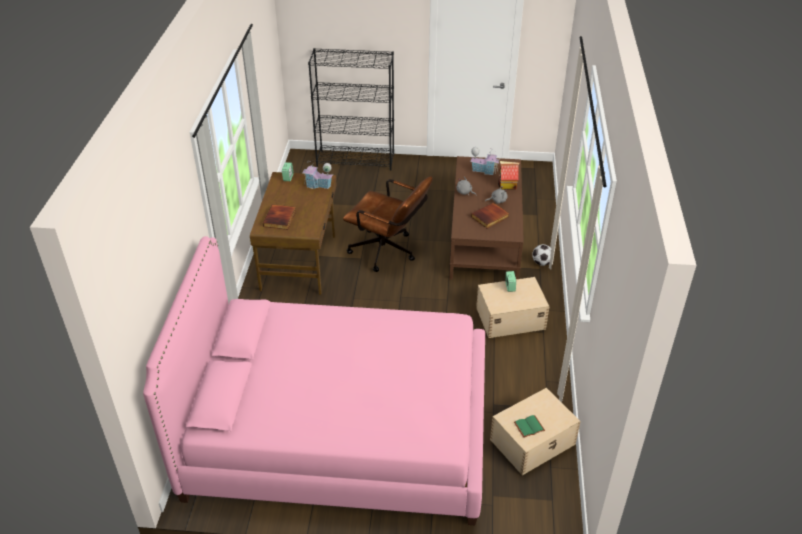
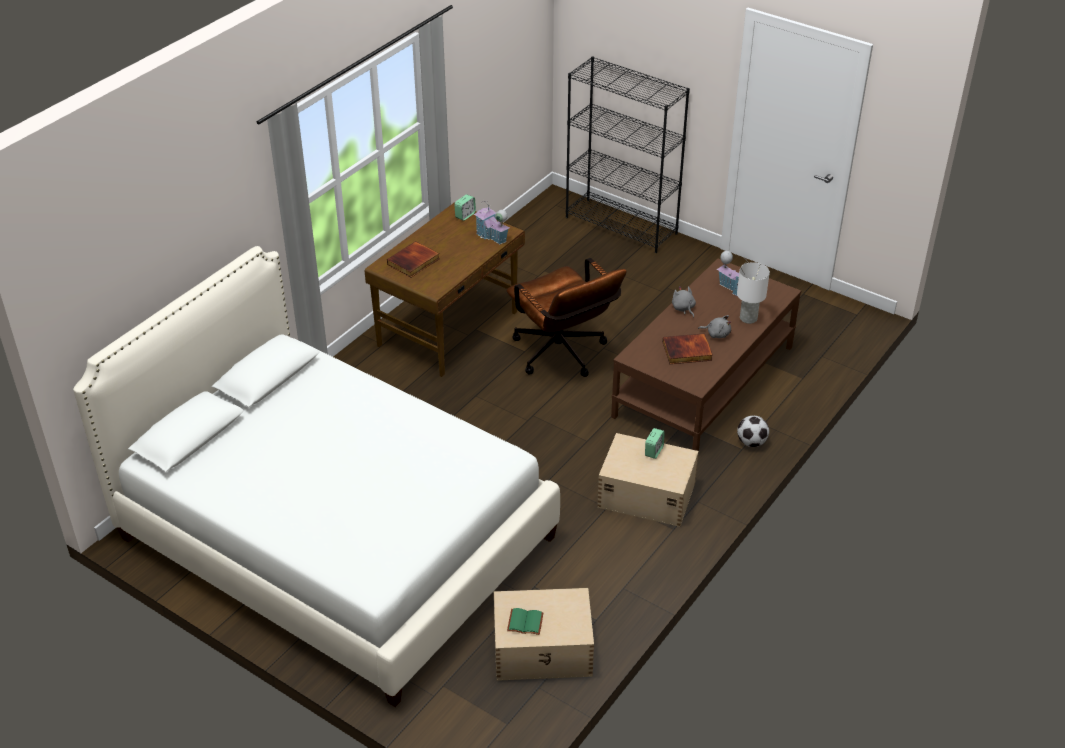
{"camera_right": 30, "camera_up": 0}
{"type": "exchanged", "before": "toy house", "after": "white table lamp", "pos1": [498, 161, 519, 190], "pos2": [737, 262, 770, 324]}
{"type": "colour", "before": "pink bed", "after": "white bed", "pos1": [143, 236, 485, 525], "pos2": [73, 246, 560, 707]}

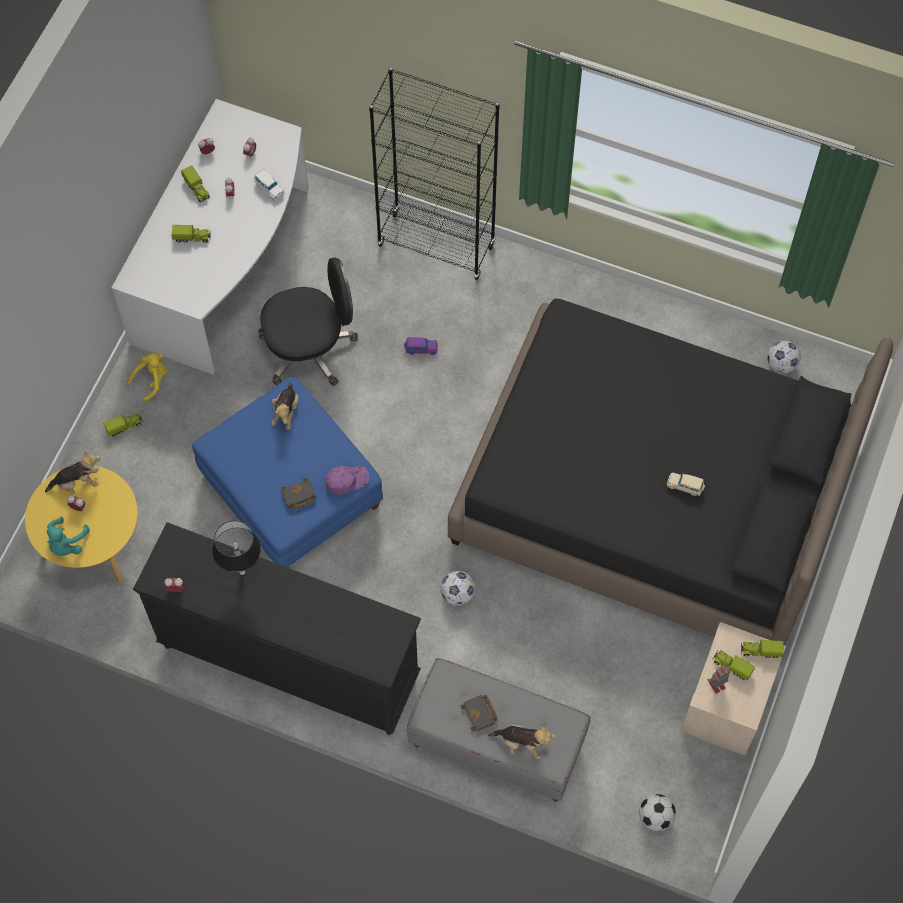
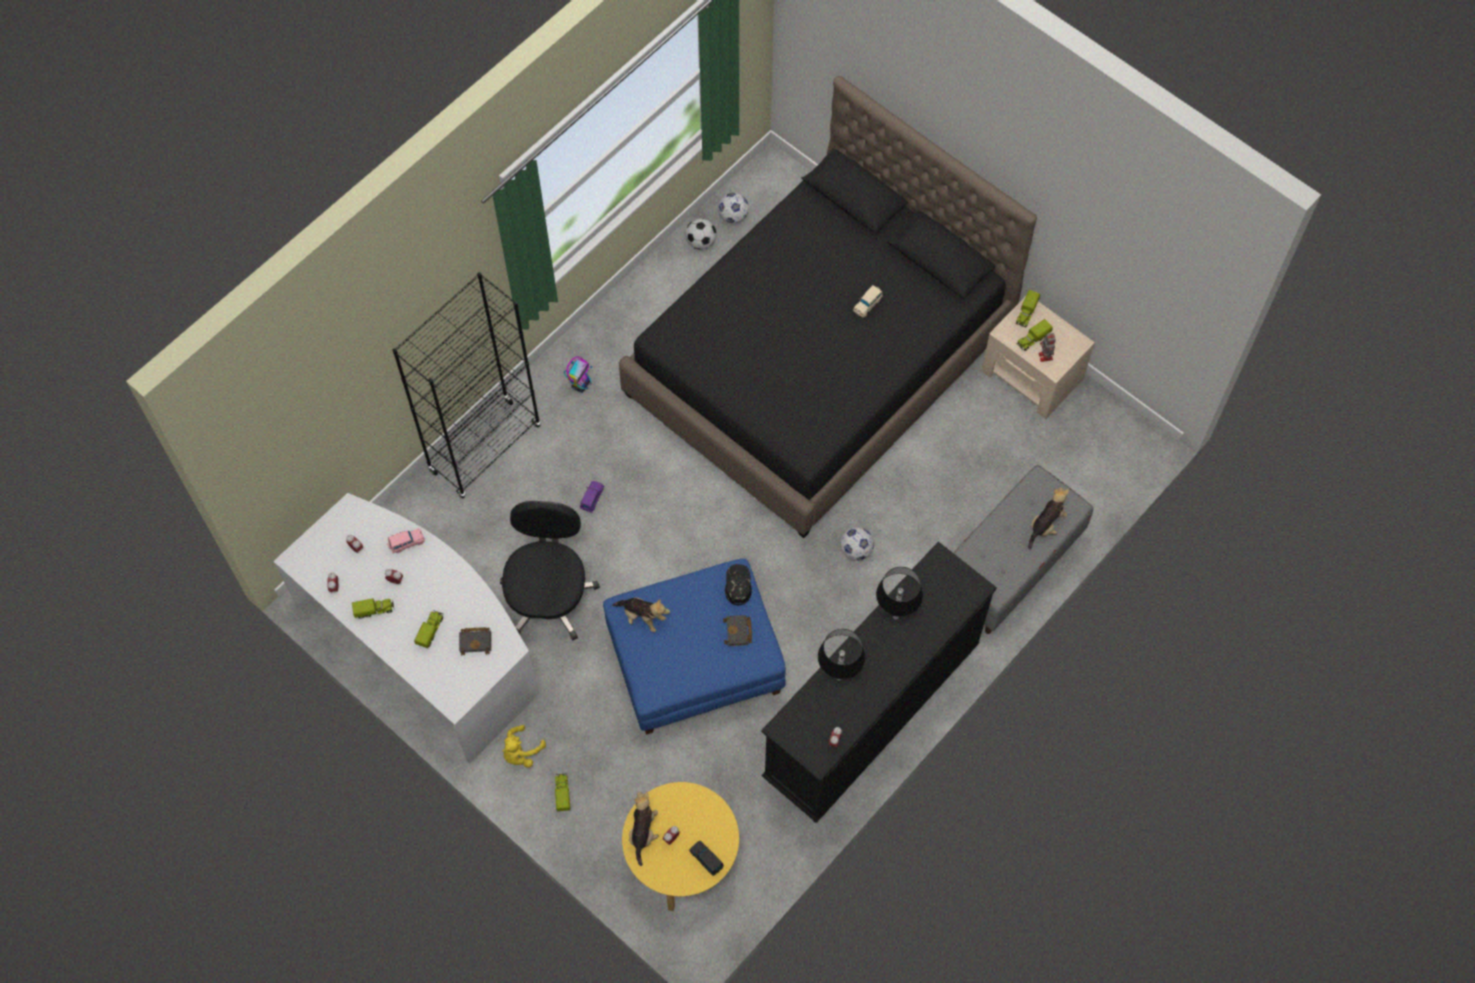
{"camera_right": -70, "camera_up": 0}
{"type": "colour", "before": "white toy car", "after": "pink toy car", "pos1": [254, 169, 285, 201], "pos2": [387, 529, 425, 554]}
{"type": "spun", "before": "yellow plush toy", "pos1": [127, 352, 167, 402], "pos2": [502, 725, 546, 768], "turn": -120}
{"type": "colour", "before": "purple cap", "after": "black cap", "pos1": [325, 466, 369, 495], "pos2": [725, 564, 752, 605]}
{"type": "exchanged", "before": "turquoise plush toy", "after": "black toy car", "pos1": [47, 516, 90, 556], "pos2": [689, 841, 724, 876]}
{"type": "relocated", "before": "black book", "pos1": [460, 695, 498, 732], "pos2": [459, 627, 491, 655]}
{"type": "relocated", "before": "football", "pos1": [639, 794, 676, 831], "pos2": [685, 218, 716, 250]}
{"type": "appeared", "after": "toy robot", "pos2": [564, 357, 592, 393]}
{"type": "appeared", "after": "black table lamp", "pos2": [876, 567, 923, 620]}

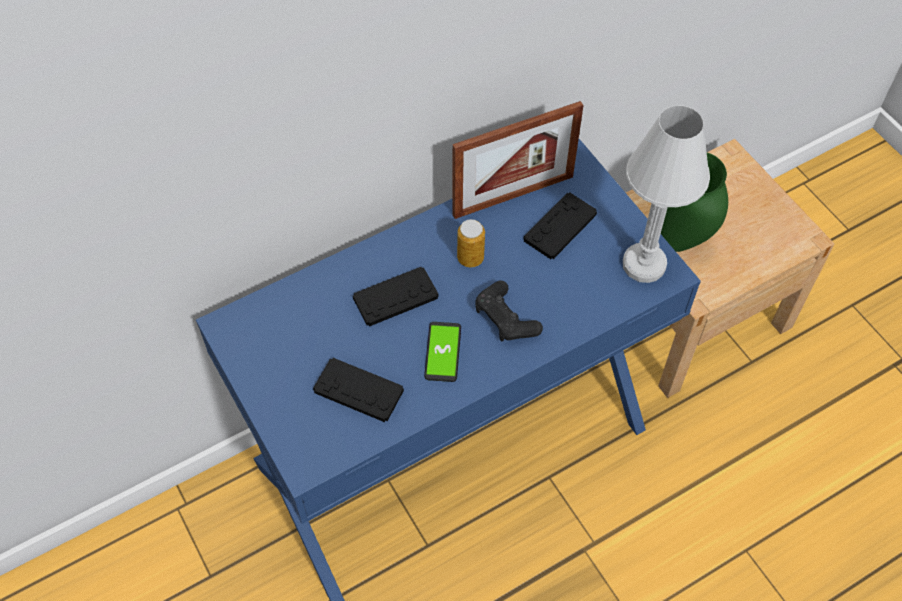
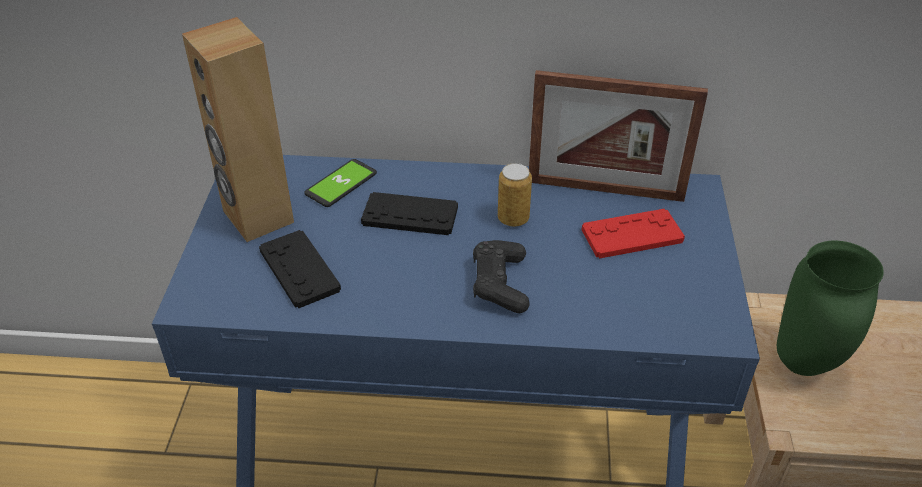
{"camera_right": 35, "camera_up": -15}
{"type": "missing", "before": "white table lamp", "pos1": [623, 105, 710, 283]}
{"type": "colour", "before": "black game controller", "after": "red game controller", "pos1": [524, 193, 597, 259], "pos2": [582, 209, 685, 259]}
{"type": "relocated", "before": "phone", "pos1": [424, 322, 461, 382], "pos2": [304, 159, 377, 207]}
{"type": "appeared", "after": "brown speaker", "pos2": [182, 17, 294, 242]}

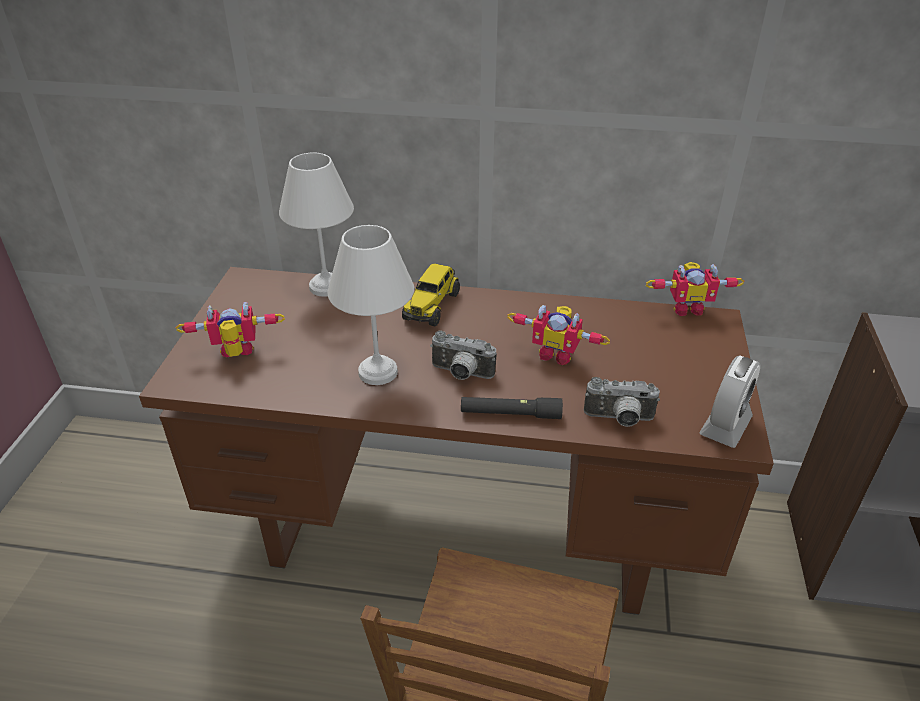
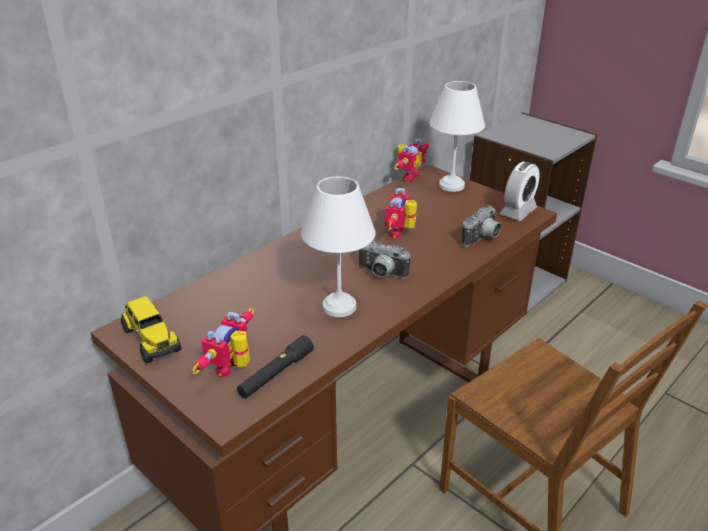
{"camera_right": -55, "camera_up": -5}
{"type": "relocated", "before": "white table lamp", "pos1": [279, 153, 354, 297], "pos2": [430, 81, 485, 192]}
{"type": "relocated", "before": "toy truck", "pos1": [402, 264, 460, 326], "pos2": [121, 296, 181, 364]}
{"type": "spun", "before": "toy robot", "pos1": [507, 305, 610, 365], "pos2": [385, 188, 417, 239], "turn": 135}
{"type": "spun", "before": "photo camera", "pos1": [430, 331, 497, 380], "pos2": [357, 241, 410, 279], "turn": 60}
{"type": "spun", "before": "alarm clock", "pos1": [699, 355, 760, 448], "pos2": [500, 162, 540, 221], "turn": 60}
{"type": "relocated", "before": "black flashlight", "pos1": [461, 397, 563, 419], "pos2": [237, 335, 314, 398]}

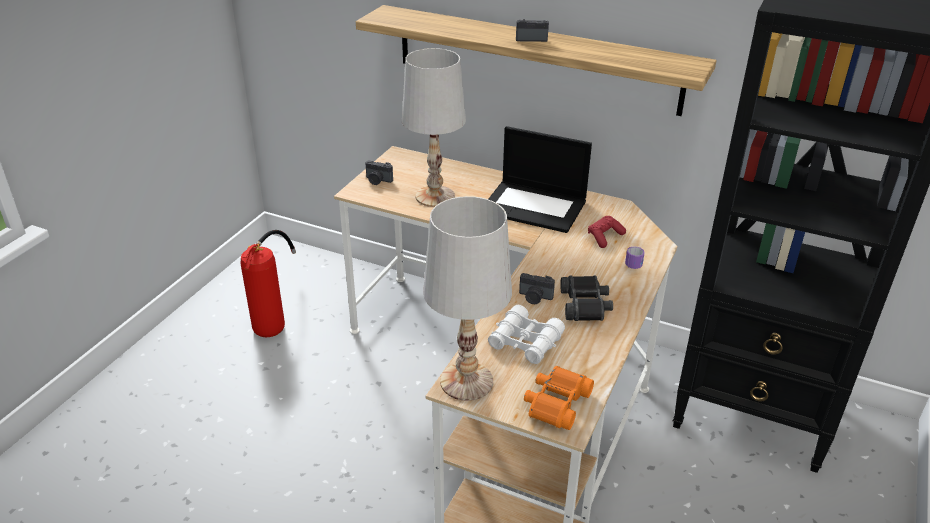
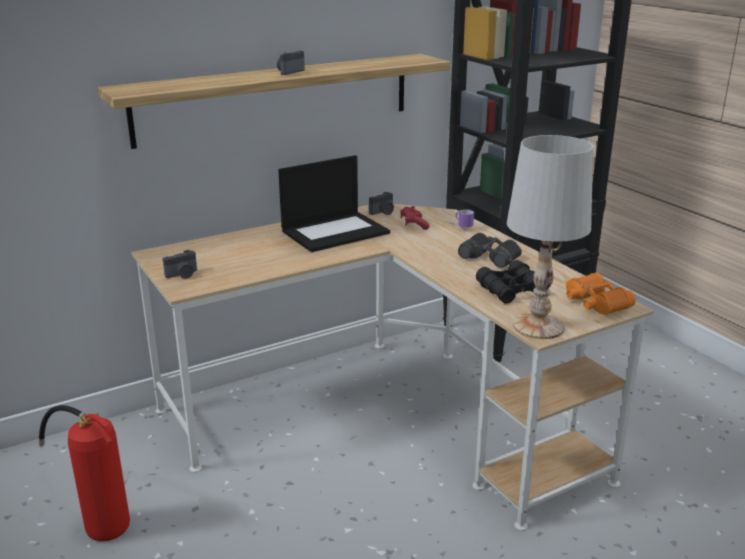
{"camera_right": -55, "camera_up": -10}
{"type": "missing", "before": "white table lamp", "pos1": [402, 48, 466, 207]}
{"type": "relocated", "before": "photo camera", "pos1": [519, 273, 555, 304], "pos2": [369, 192, 394, 215]}
{"type": "colour", "before": "white binoculars", "after": "black binoculars", "pos1": [488, 305, 565, 364], "pos2": [476, 260, 536, 304]}

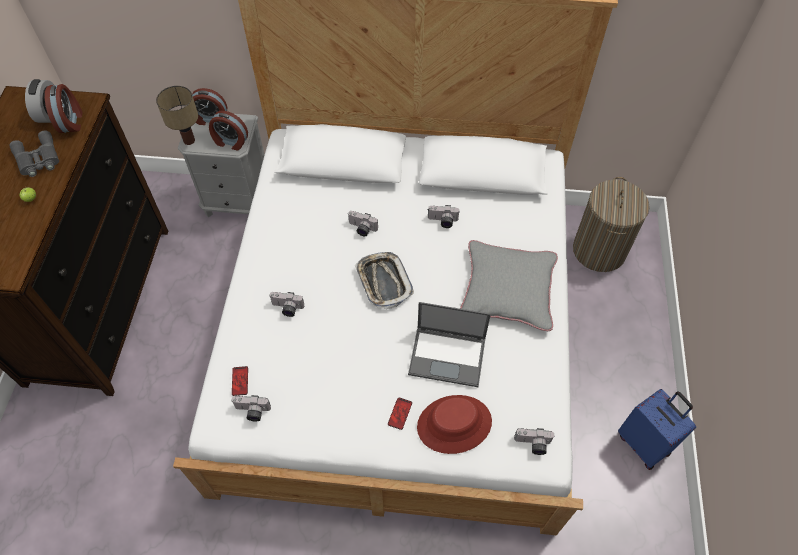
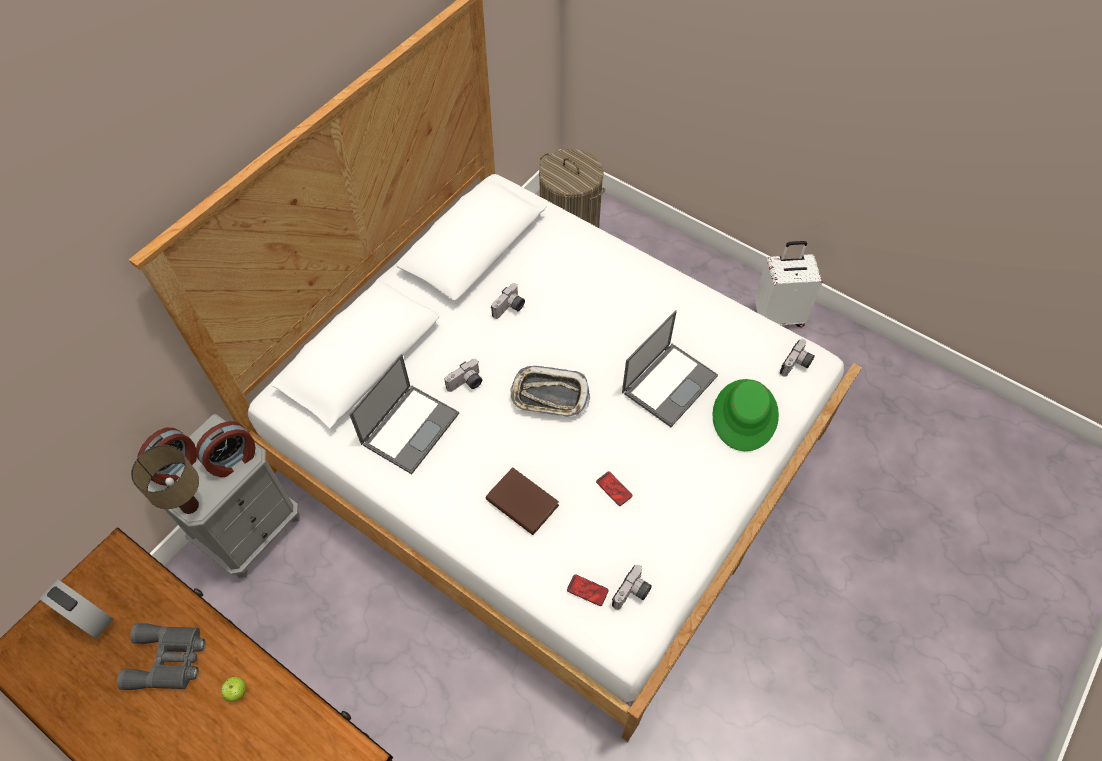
{"camera_right": -60, "camera_up": 0}
{"type": "missing", "before": "alarm clock", "pos1": [45, 84, 82, 133]}
{"type": "missing", "before": "grey pillow", "pos1": [460, 240, 558, 331]}
{"type": "exchanged", "before": "photo camera", "after": "brown book", "pos1": [270, 292, 304, 317], "pos2": [486, 467, 559, 535]}
{"type": "colour", "before": "blue suitcase", "after": "white suitcase", "pos1": [618, 389, 696, 470], "pos2": [754, 241, 822, 327]}
{"type": "colour", "before": "red hat", "after": "green hat", "pos1": [417, 395, 492, 454], "pos2": [713, 379, 779, 451]}
{"type": "relocated", "before": "phone", "pos1": [388, 397, 412, 430], "pos2": [596, 471, 632, 506]}
{"type": "appeared", "after": "laptop", "pos2": [349, 354, 459, 474]}

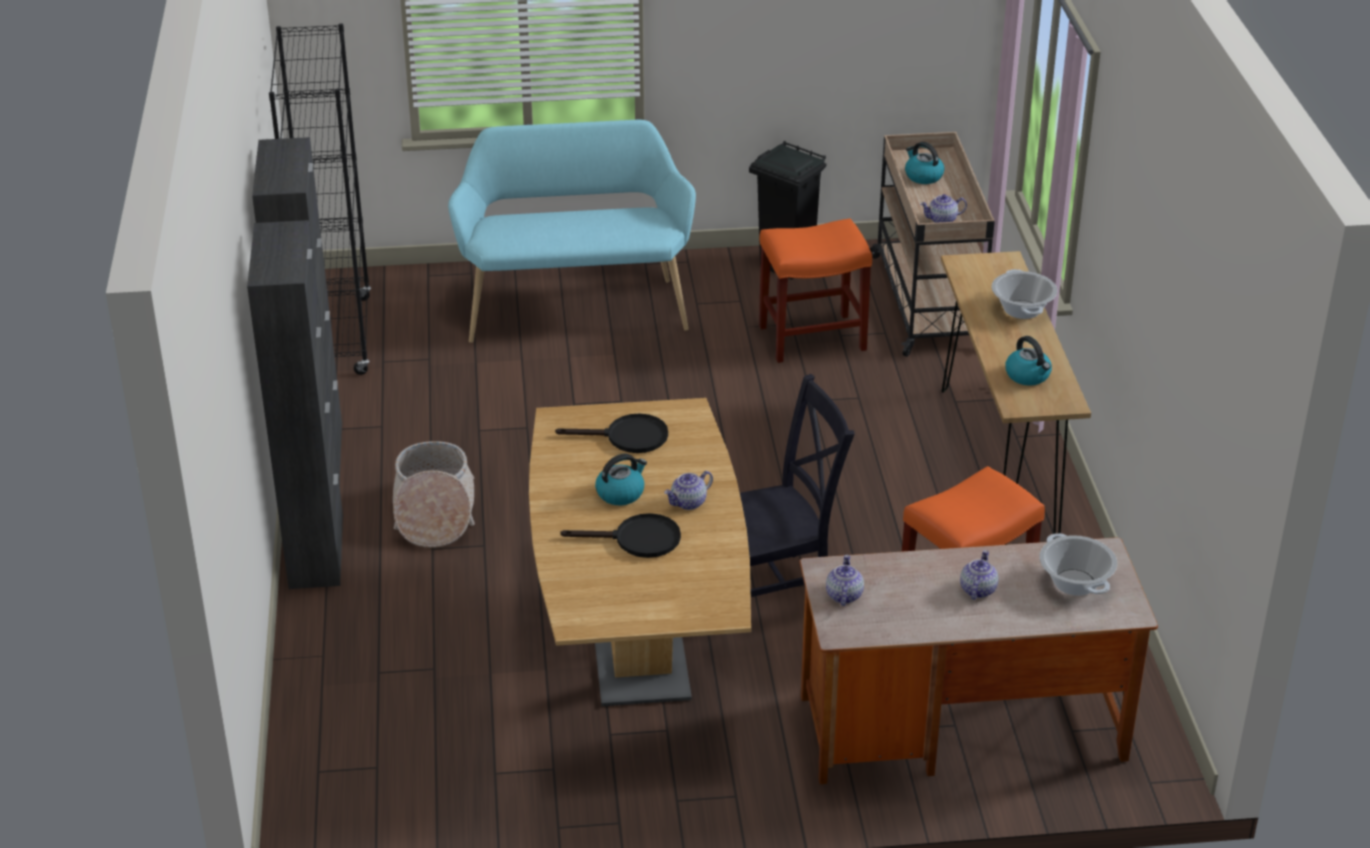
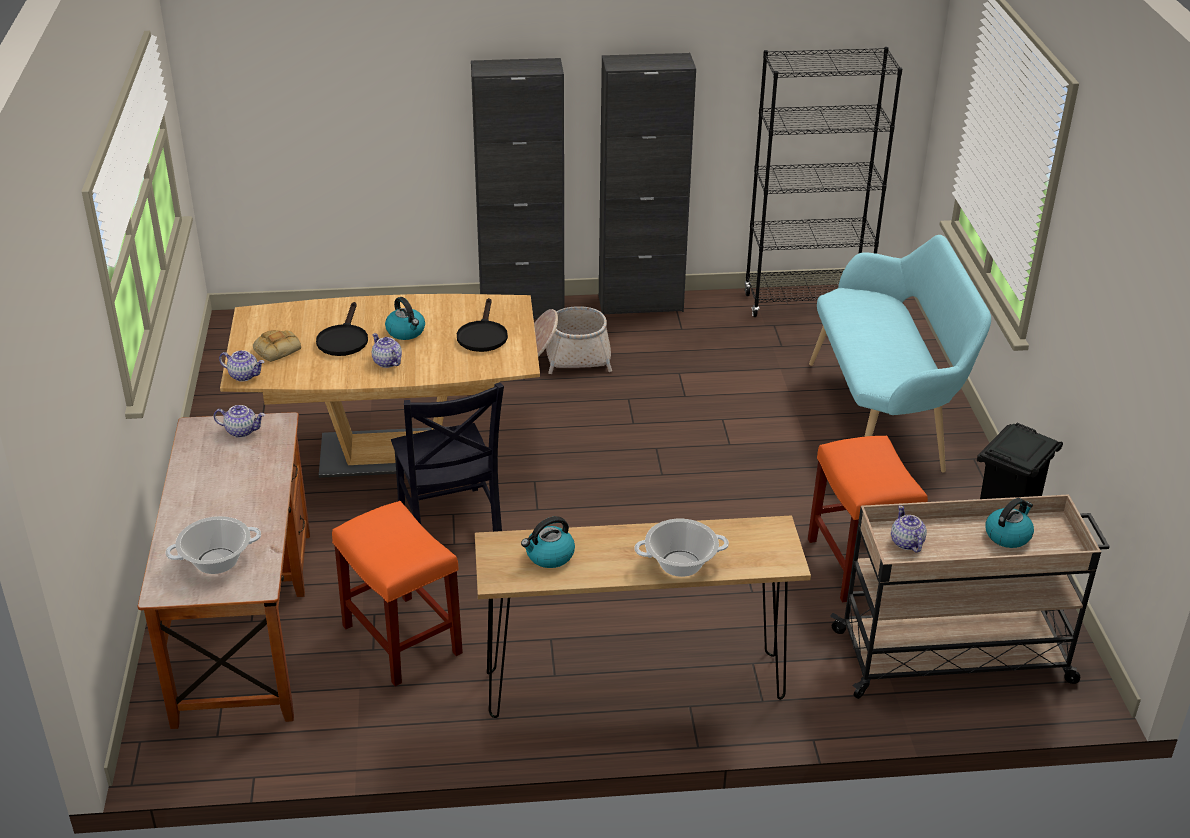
{"camera_right": 90, "camera_up": 0}
{"type": "relocated", "before": "teapot", "pos1": [960, 550, 998, 600], "pos2": [219, 350, 264, 381]}
{"type": "appeared", "after": "bread", "pos2": [253, 330, 301, 362]}

